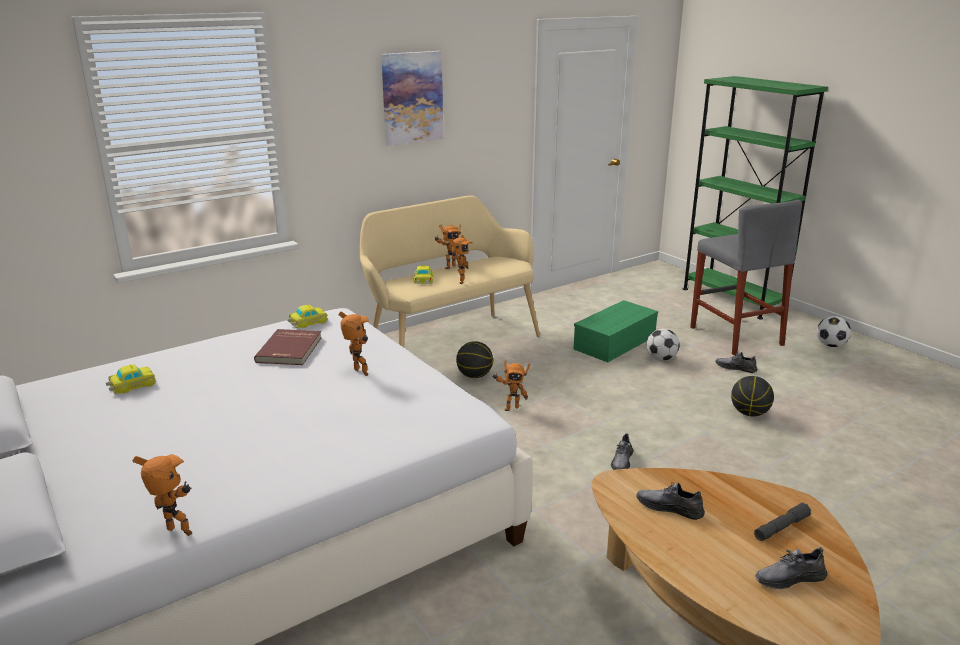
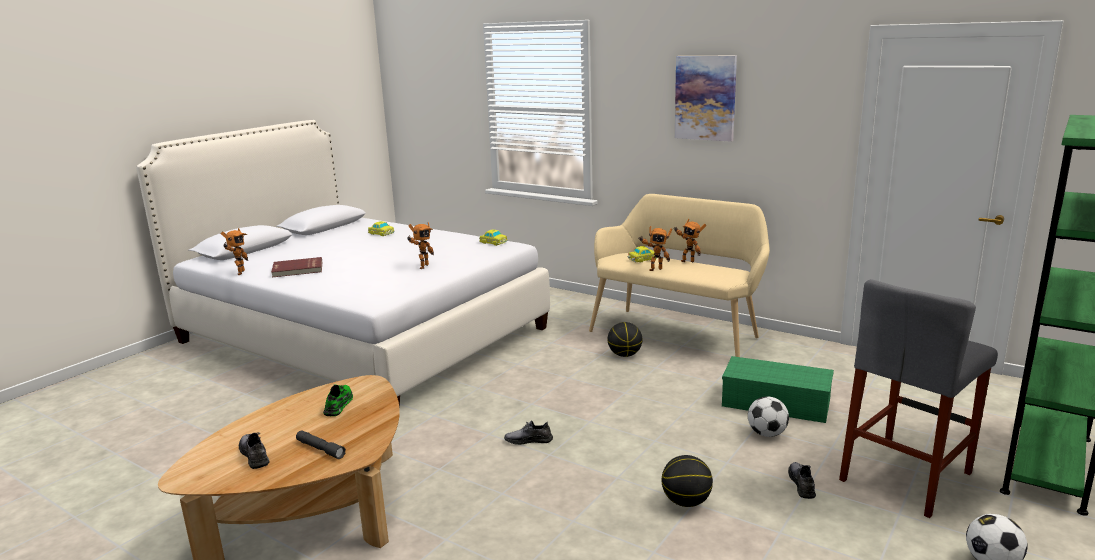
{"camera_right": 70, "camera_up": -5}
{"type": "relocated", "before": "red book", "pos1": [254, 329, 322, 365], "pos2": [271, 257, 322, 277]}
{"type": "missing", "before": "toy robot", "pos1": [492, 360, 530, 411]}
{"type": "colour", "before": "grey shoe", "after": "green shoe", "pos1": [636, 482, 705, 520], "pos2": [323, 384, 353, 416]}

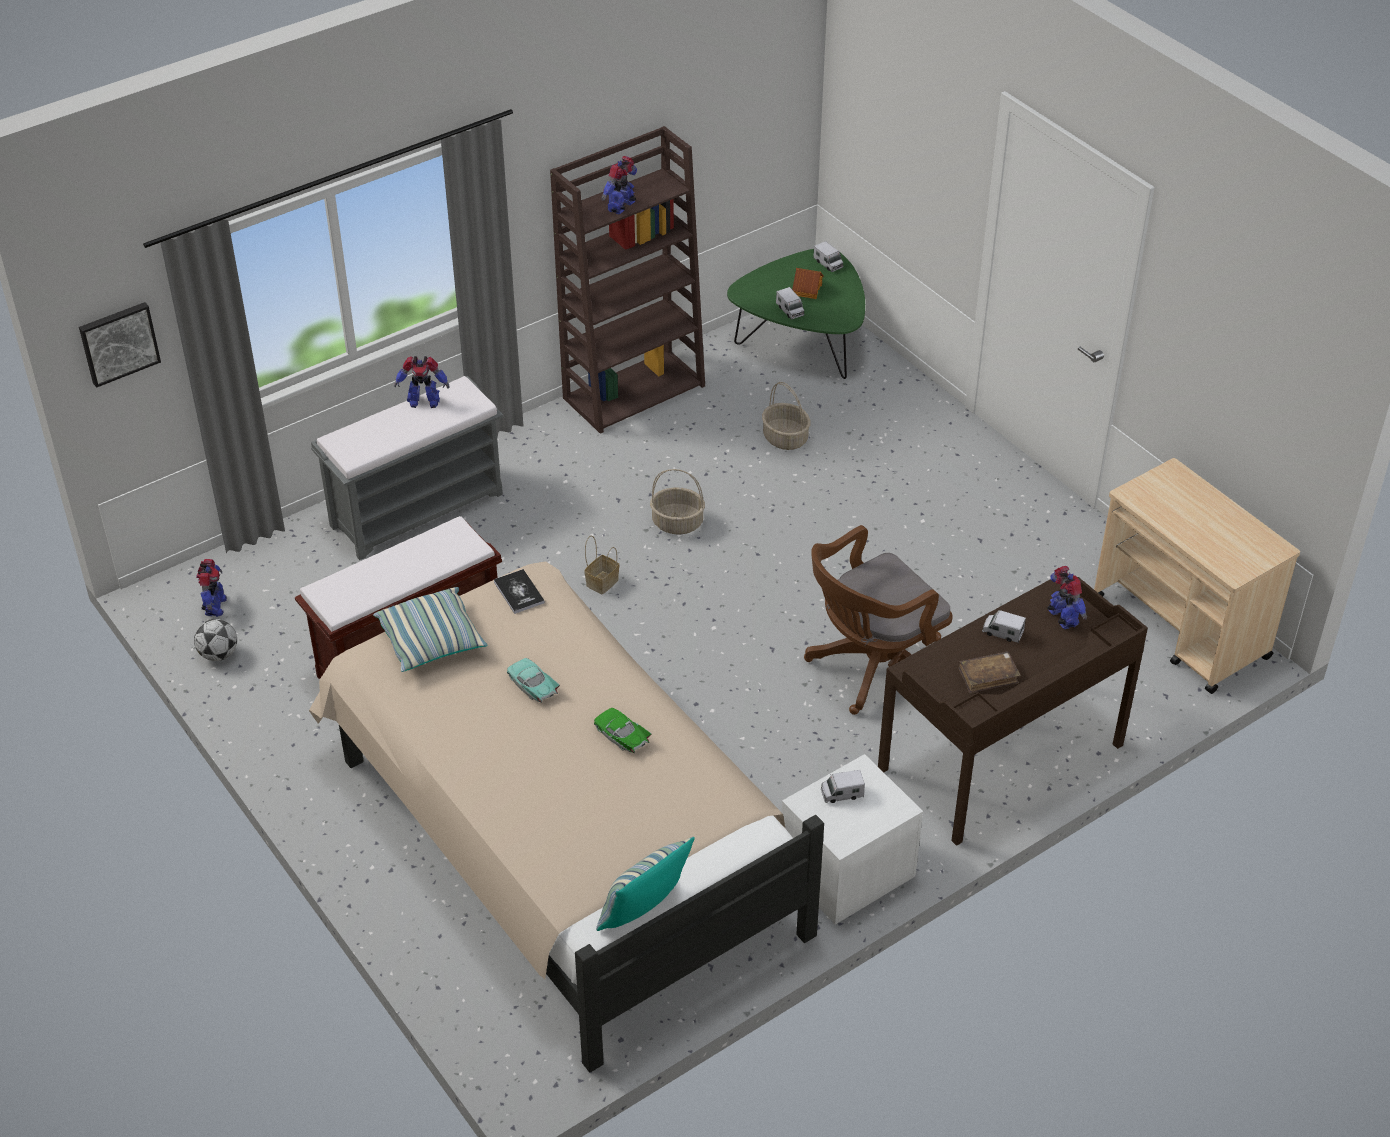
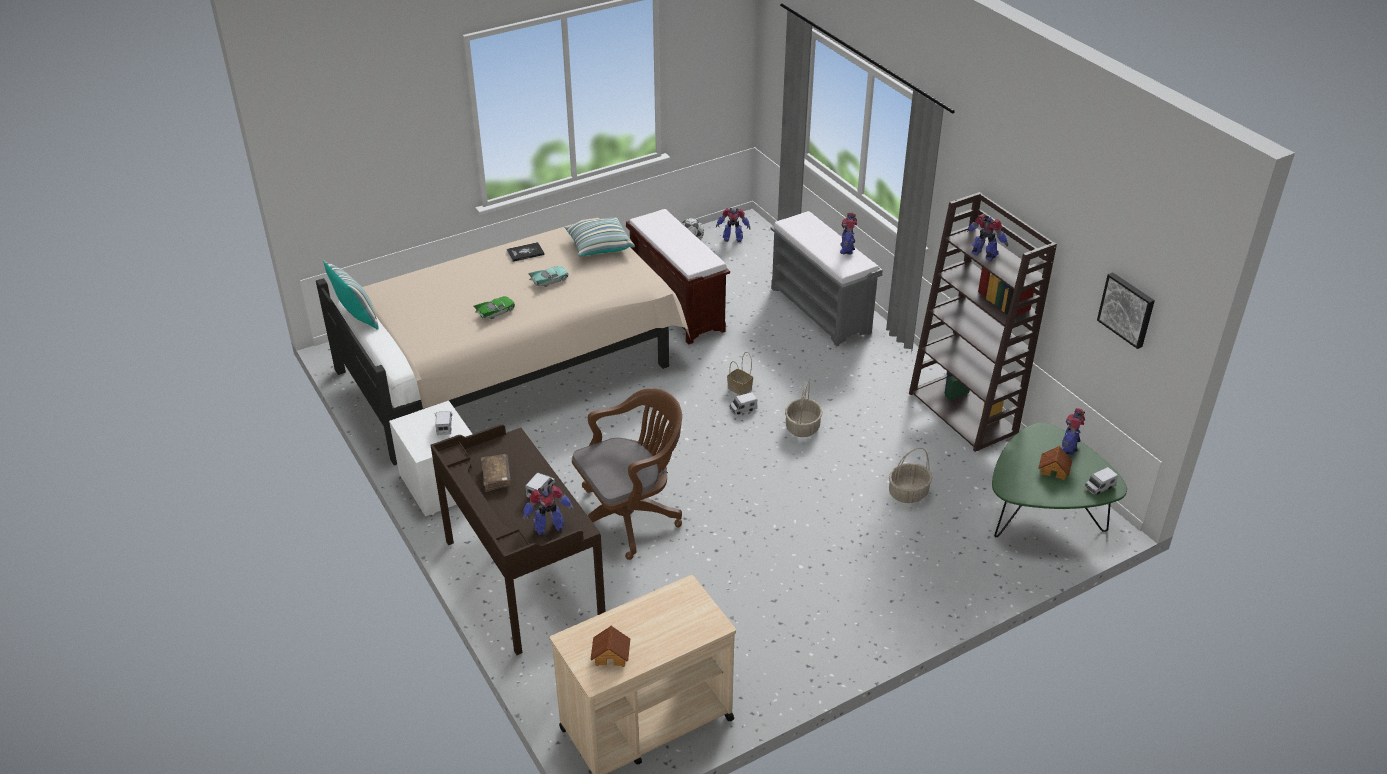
{"camera_right": 95, "camera_up": -5}
{"type": "relocated", "before": "toy truck", "pos1": [776, 287, 804, 319], "pos2": [729, 392, 757, 415]}
{"type": "relocated", "before": "picture", "pos1": [79, 302, 161, 388], "pos2": [1097, 272, 1155, 349]}
{"type": "spun", "before": "brown office chair", "pos1": [804, 525, 953, 715], "pos2": [572, 388, 682, 560], "turn": 90}
{"type": "relocated", "before": "book", "pos1": [494, 569, 545, 614], "pos2": [507, 242, 545, 262]}
{"type": "appeared", "after": "toy robot", "pos2": [1061, 408, 1085, 456]}
{"type": "appeared", "after": "toy house", "pos2": [590, 625, 630, 667]}

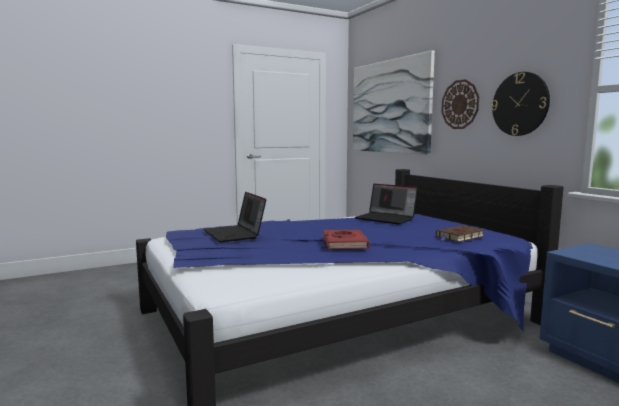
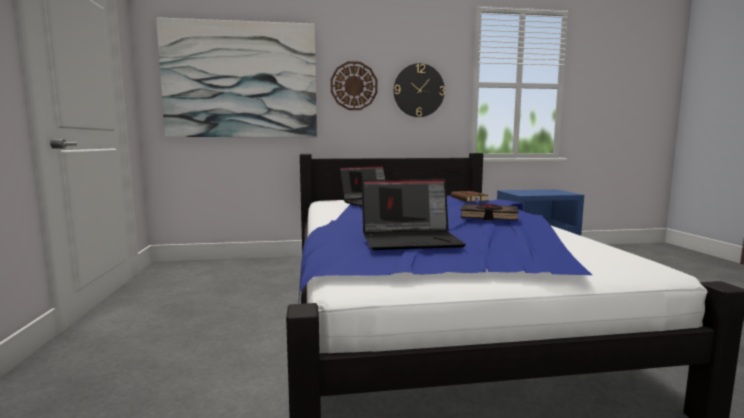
{"camera_right": -70, "camera_up": 0}
{"type": "colour", "before": "red book", "after": "black book", "pos1": [323, 230, 370, 249], "pos2": [460, 204, 519, 220]}

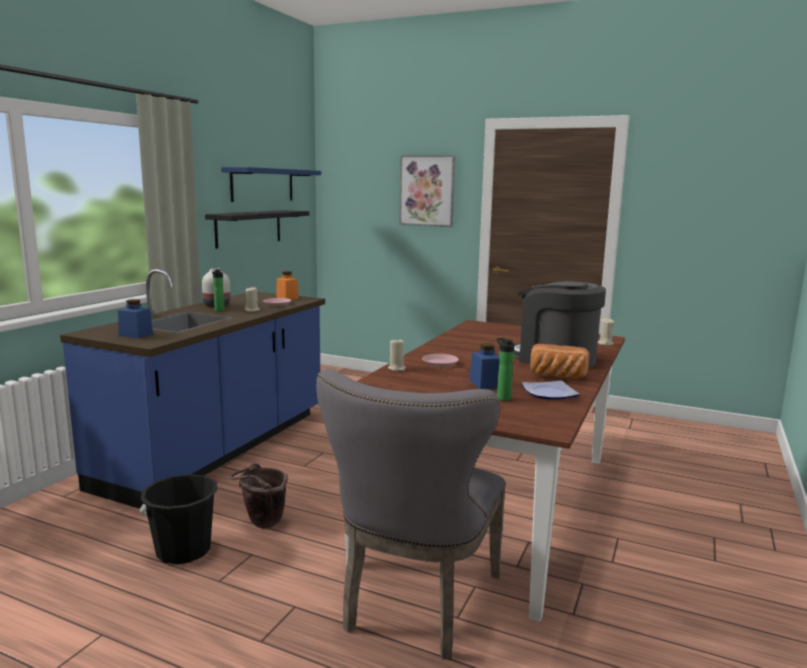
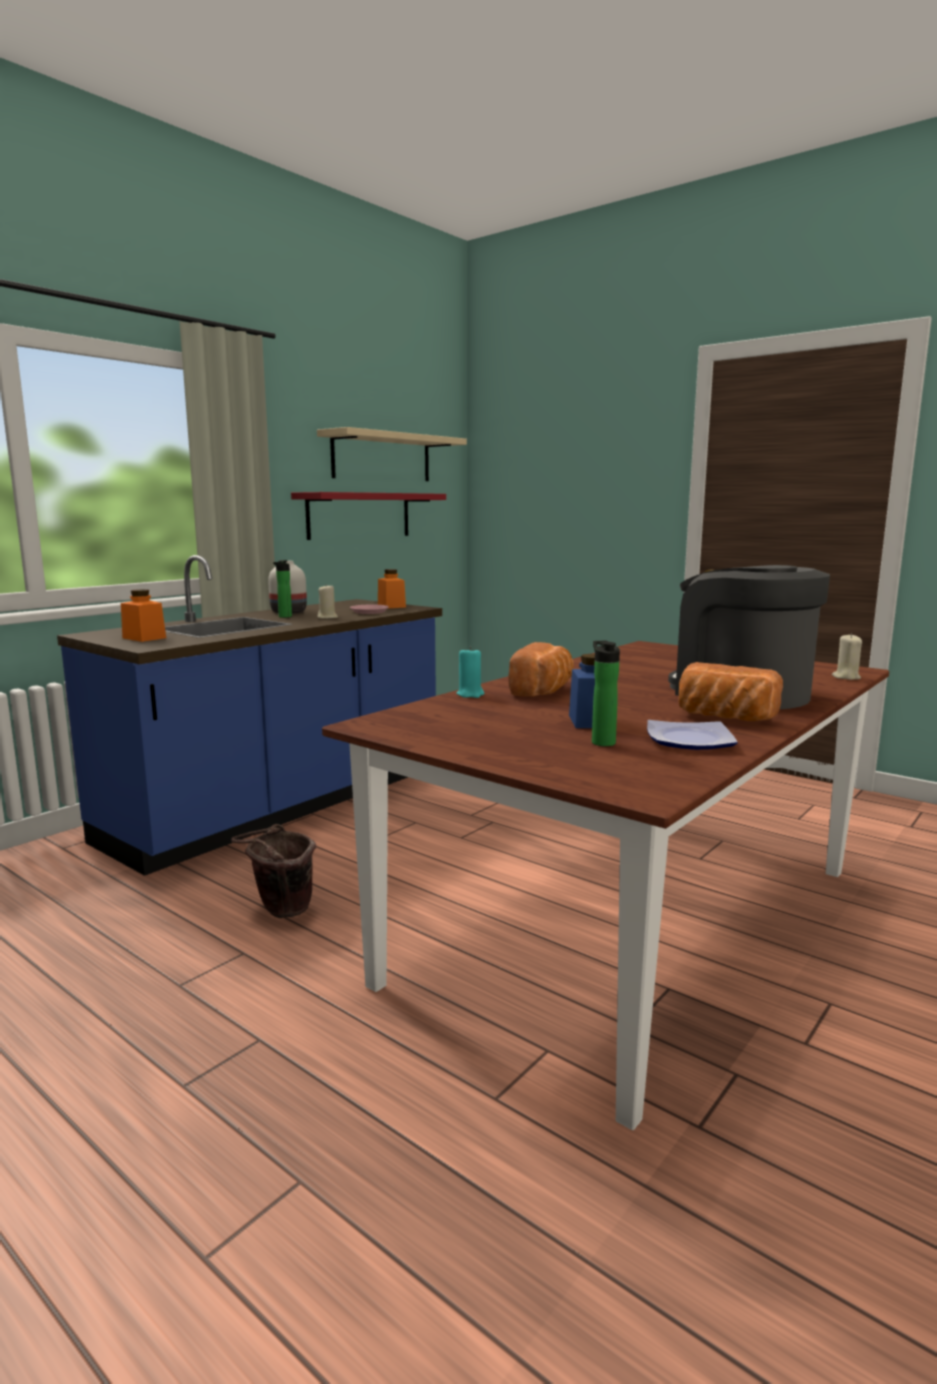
{"camera_right": 15, "camera_up": 0}
{"type": "missing", "before": "picture", "pos1": [400, 155, 455, 227]}
{"type": "colour", "before": "blue shelf", "after": "beige shelf", "pos1": [221, 167, 321, 202], "pos2": [317, 427, 467, 481]}
{"type": "colour", "before": "black shelf", "after": "red shelf", "pos1": [205, 210, 309, 249], "pos2": [291, 492, 446, 540]}
{"type": "colour", "before": "blue jar", "after": "orange jar", "pos1": [118, 299, 153, 339], "pos2": [121, 589, 166, 642]}
{"type": "colour", "before": "beige candle", "after": "turquoise candle", "pos1": [388, 338, 406, 371], "pos2": [456, 647, 484, 698]}
{"type": "exchanged", "before": "pink plate", "after": "bread", "pos1": [422, 354, 459, 367], "pos2": [509, 642, 574, 697]}
{"type": "missing", "before": "grey chair", "pos1": [316, 369, 506, 659]}
{"type": "missing", "before": "black bucket", "pos1": [139, 474, 217, 564]}

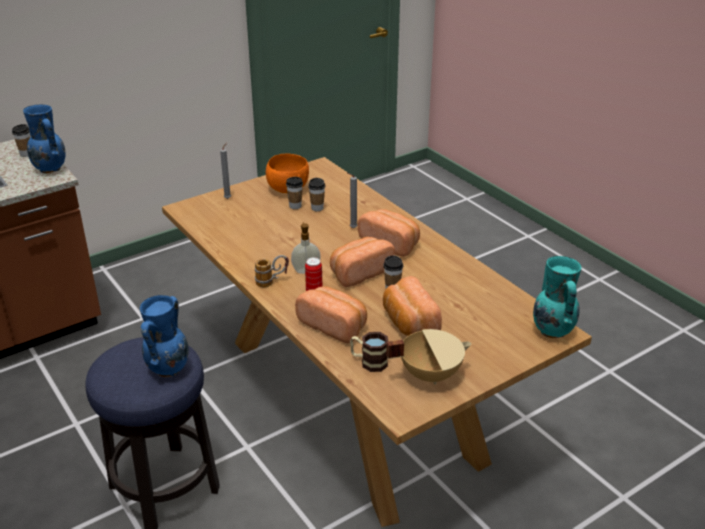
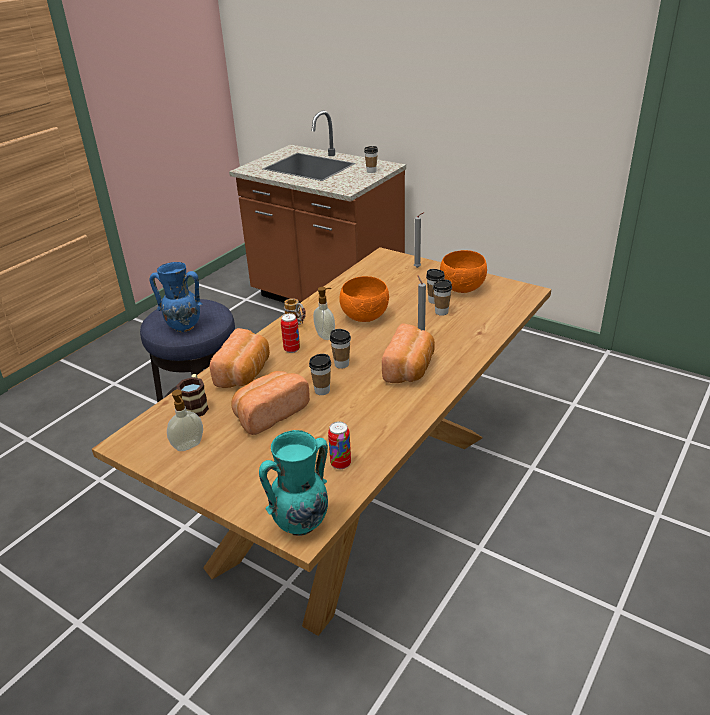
{"camera_right": 70, "camera_up": 0}
{"type": "missing", "before": "blue vase", "pos1": [23, 104, 66, 174]}
{"type": "exchanged", "before": "bread", "after": "cup", "pos1": [330, 237, 395, 287], "pos2": [330, 329, 351, 369]}
{"type": "exchanged", "before": "beige cooking pot", "after": "soap dispenser", "pos1": [386, 329, 472, 385], "pos2": [167, 390, 203, 451]}
{"type": "appeared", "after": "orange bowl", "pos2": [339, 276, 389, 322]}
{"type": "appeared", "after": "can", "pos2": [328, 421, 351, 469]}

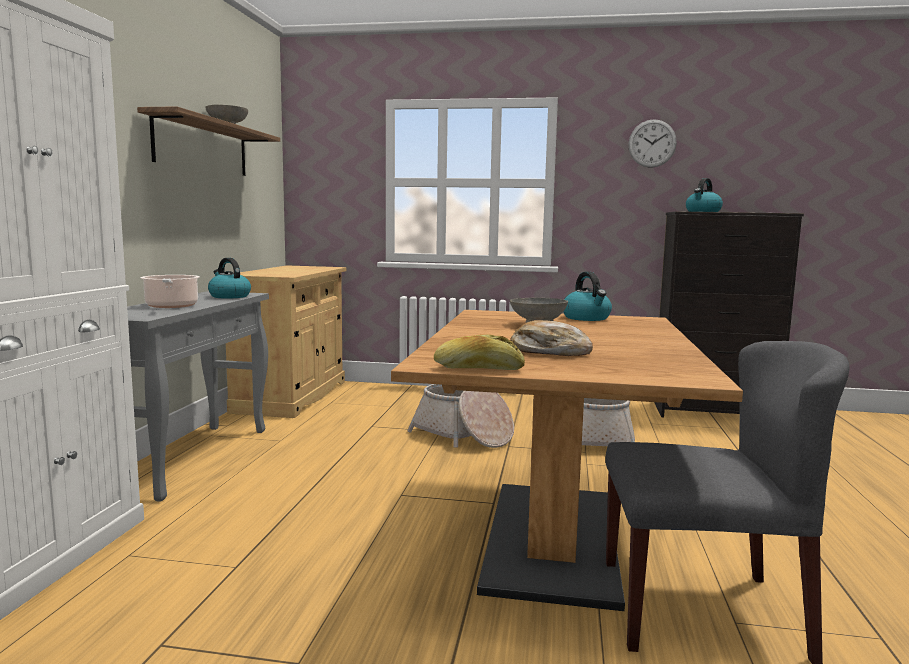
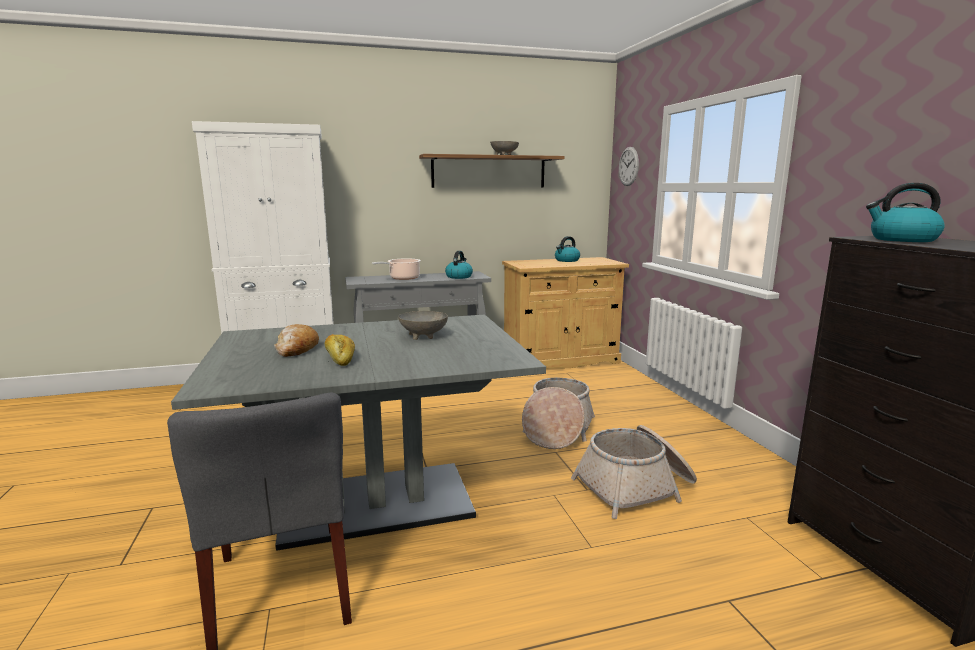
{"camera_right": 65, "camera_up": 5}
{"type": "relocated", "before": "wall clock", "pos1": [628, 119, 677, 168], "pos2": [619, 147, 639, 186]}
{"type": "relocated", "before": "kettle", "pos1": [563, 272, 612, 321], "pos2": [555, 236, 580, 262]}
{"type": "colour", "before": "brown dining table", "after": "grey dining table", "pos1": [391, 310, 743, 611], "pos2": [171, 314, 546, 551]}
{"type": "relocated", "before": "bread", "pos1": [434, 334, 525, 370], "pos2": [325, 334, 355, 366]}

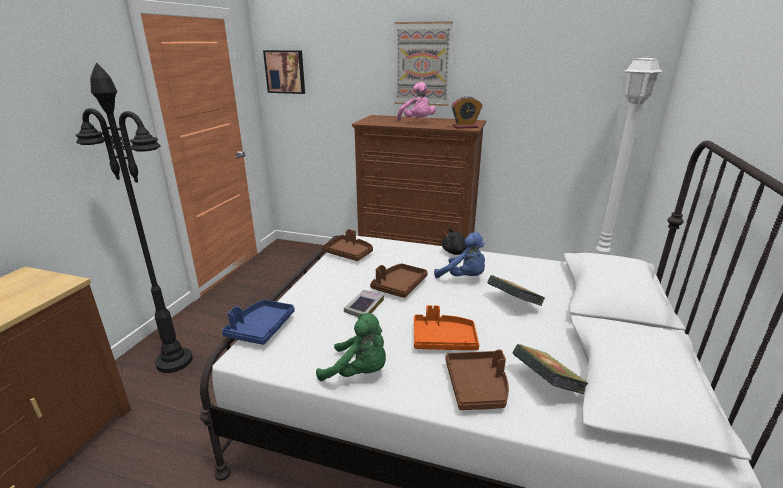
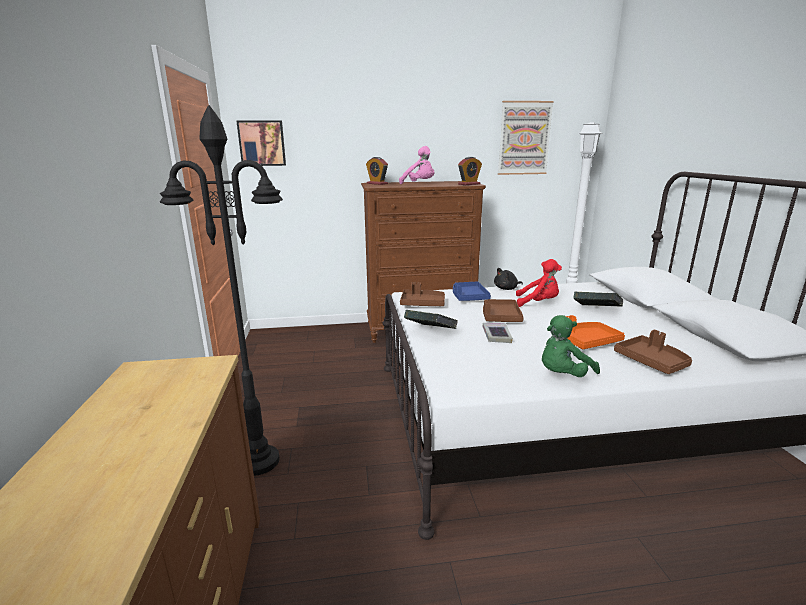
{"camera_right": -25, "camera_up": -5}
{"type": "relocated", "before": "picture", "pos1": [394, 21, 453, 106], "pos2": [498, 101, 554, 175]}
{"type": "colour", "before": "blue plush toy", "after": "red plush toy", "pos1": [434, 232, 485, 278], "pos2": [516, 259, 562, 307]}
{"type": "relocated", "before": "blue tray", "pos1": [222, 300, 295, 345], "pos2": [453, 282, 491, 301]}
{"type": "spun", "before": "green plush toy", "pos1": [316, 313, 386, 381], "pos2": [542, 315, 600, 377], "turn": 150}
{"type": "relocated", "before": "book", "pos1": [512, 344, 588, 394], "pos2": [404, 310, 458, 329]}
{"type": "appeared", "after": "alarm clock", "pos2": [366, 157, 388, 185]}

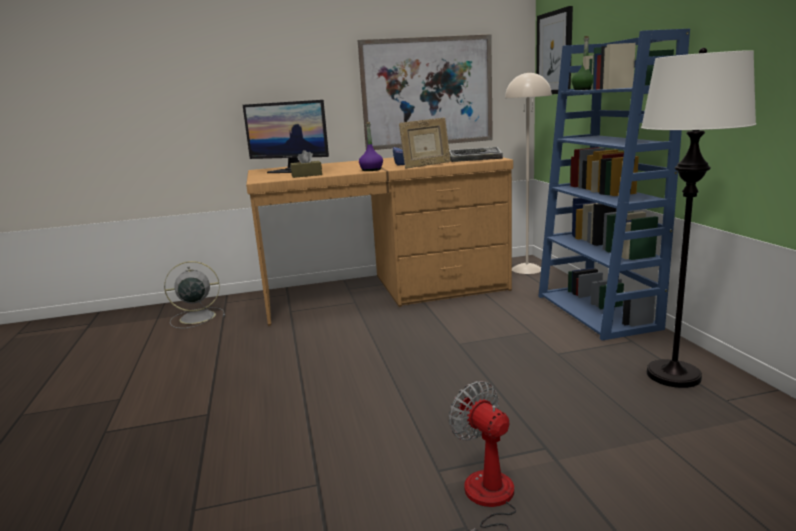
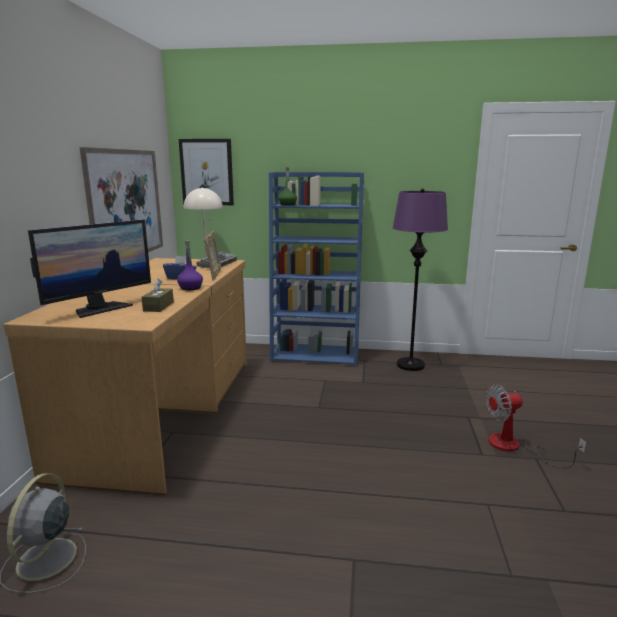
{"camera_right": -70, "camera_up": 0}
{"type": "colour", "before": "white floor lamp", "after": "purple floor lamp", "pos1": [641, 48, 756, 388], "pos2": [393, 189, 448, 371]}

